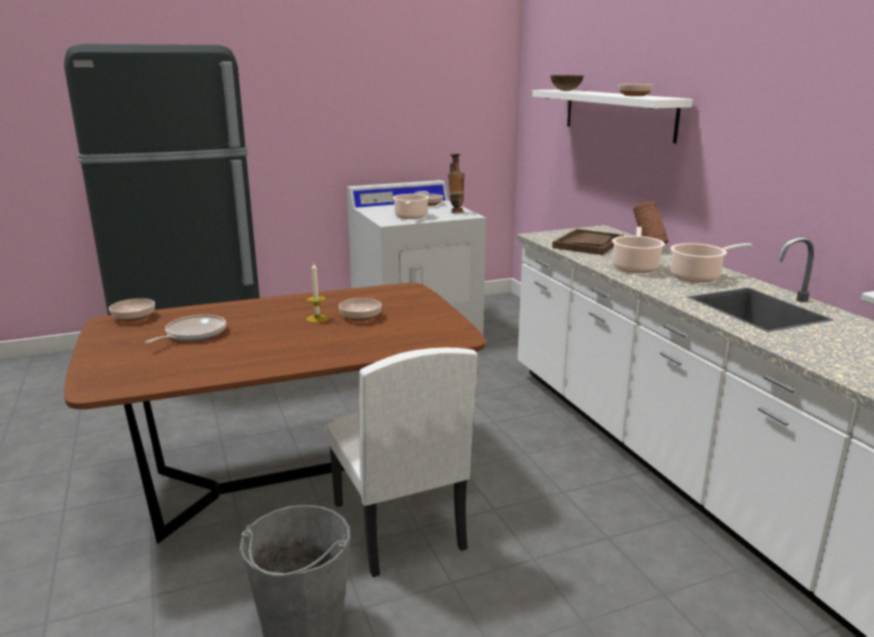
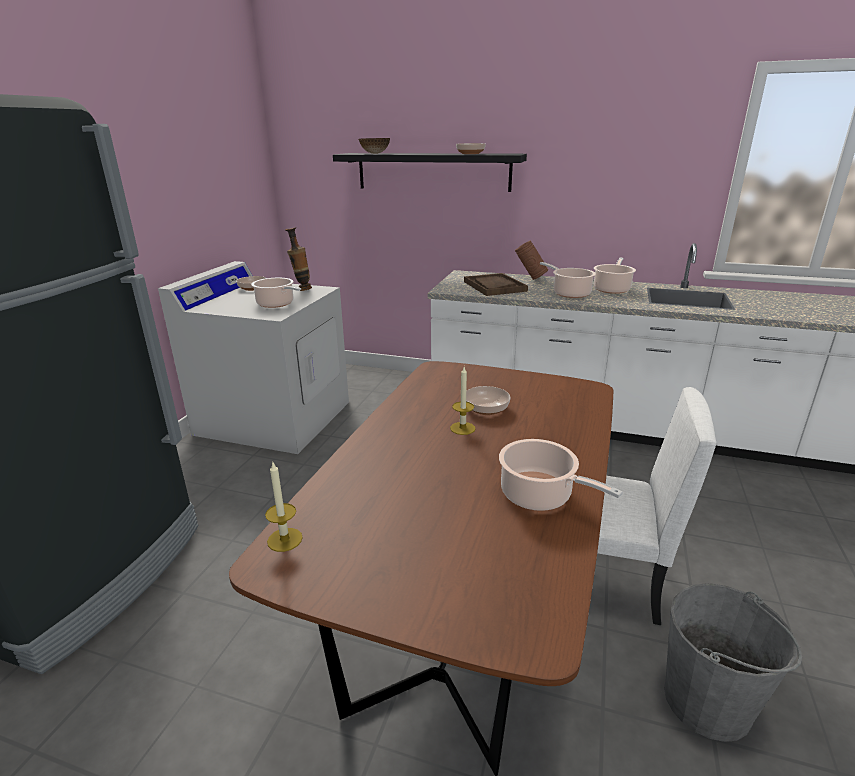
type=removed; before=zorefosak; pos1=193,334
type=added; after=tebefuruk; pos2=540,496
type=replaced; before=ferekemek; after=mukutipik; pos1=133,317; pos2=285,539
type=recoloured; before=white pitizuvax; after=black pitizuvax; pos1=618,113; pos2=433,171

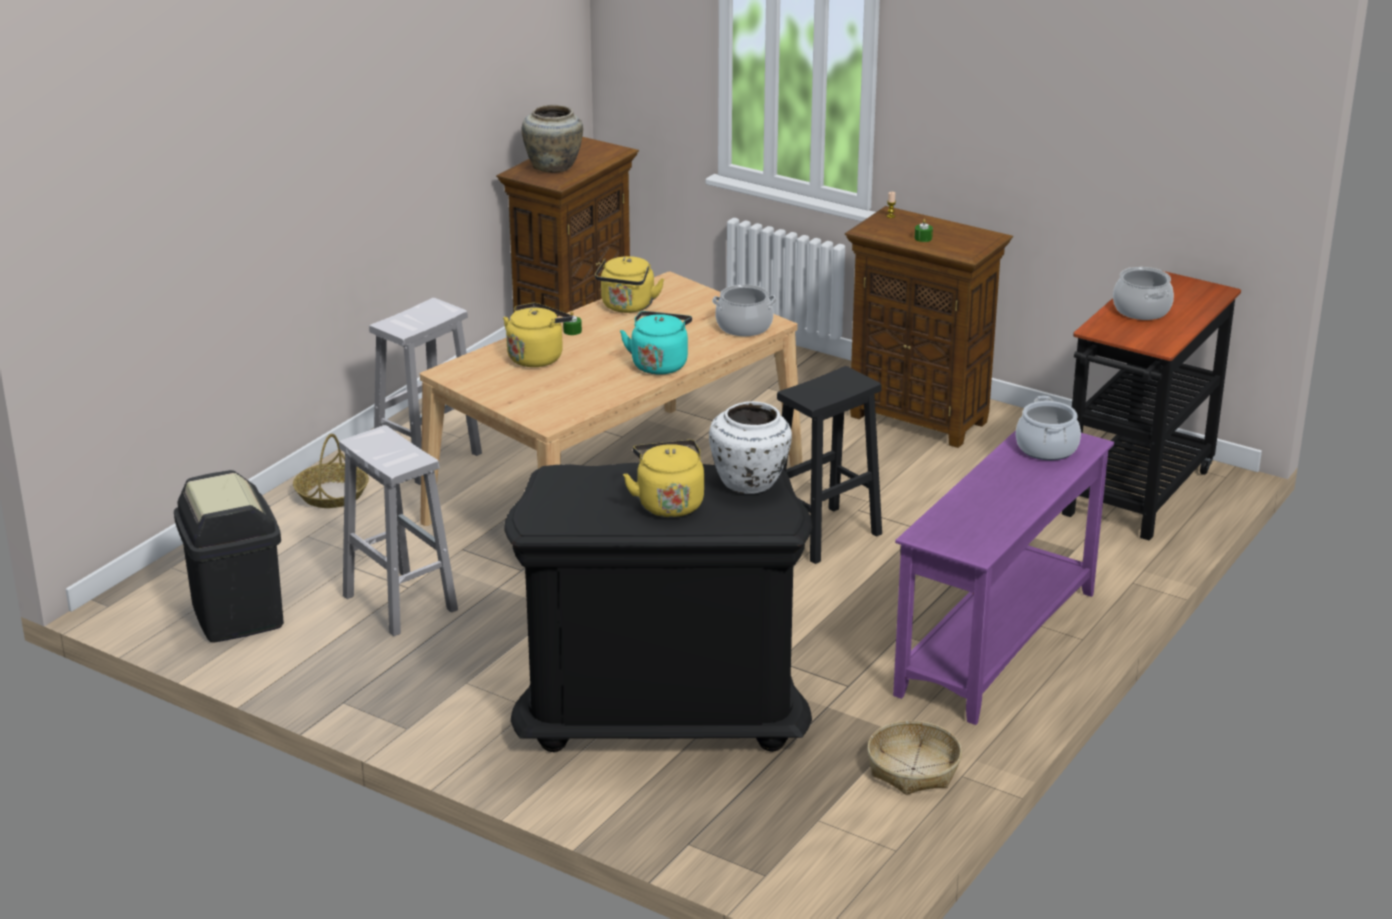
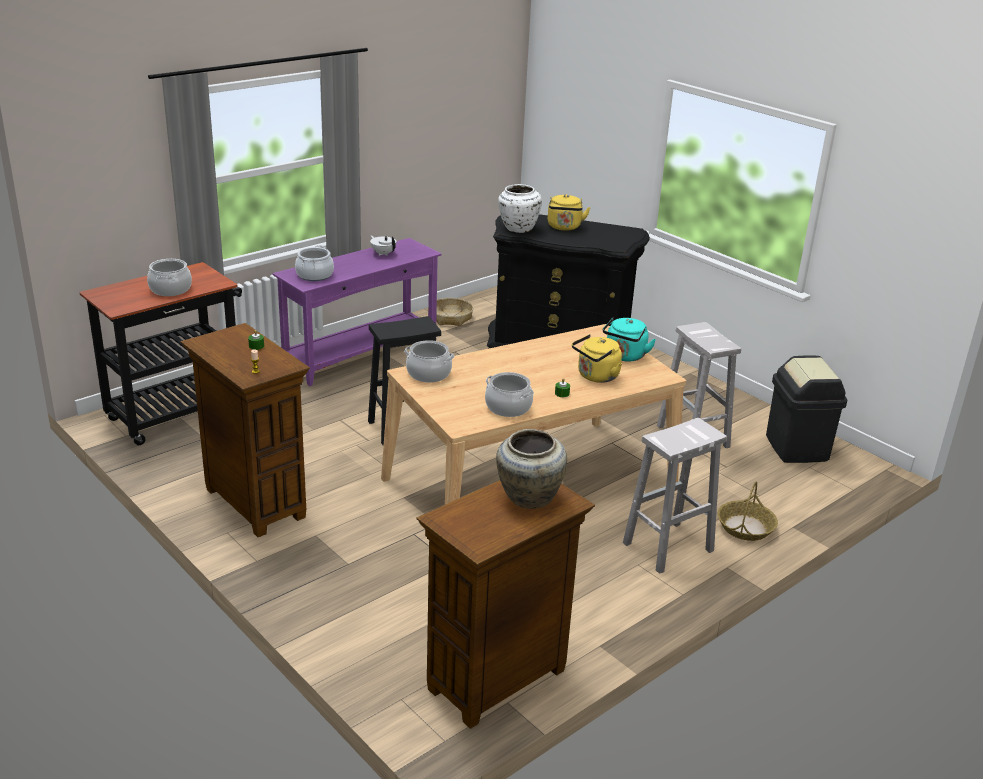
type=added; after=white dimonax; pos2=383,253
type=moved; before=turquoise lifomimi; pos1=659,364; pos2=625,356
type=replaced; before=yellow lifomimi; after=tebefuruk; pos1=627,307; pos2=508,407

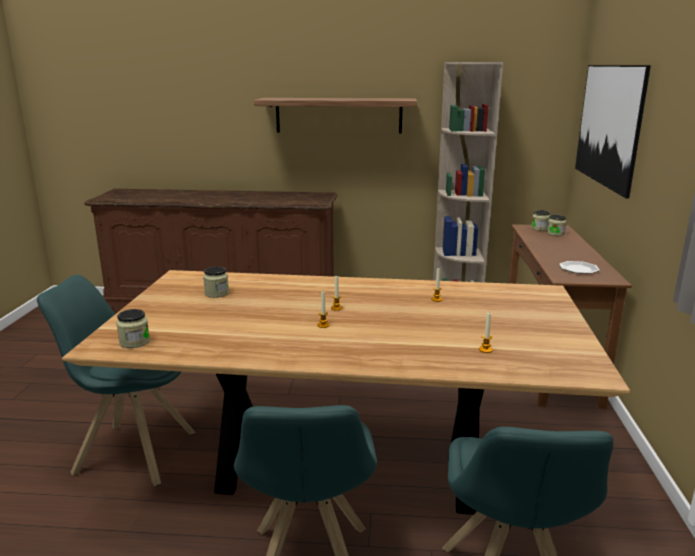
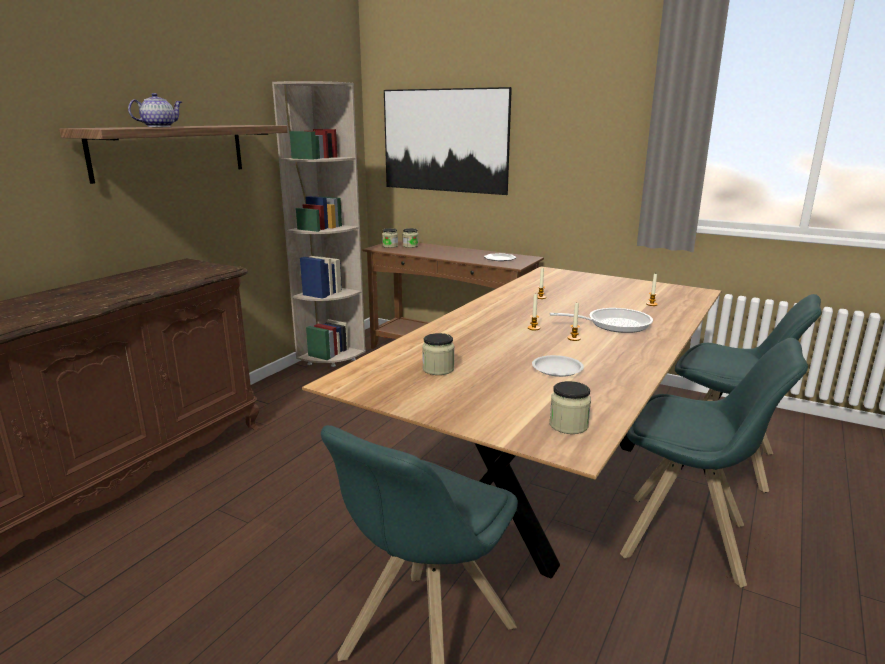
type=added; after=dimonax; pos2=158,126
type=added; after=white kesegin; pos2=557,369
type=added; after=zorefosak; pos2=613,324

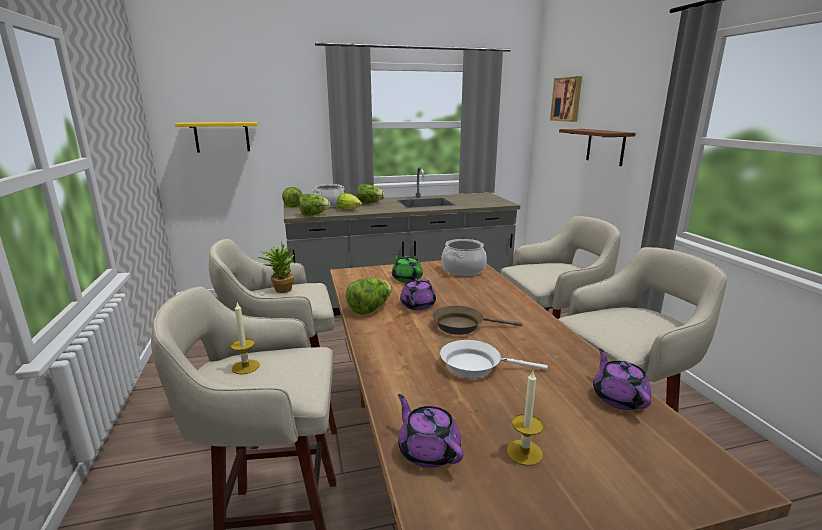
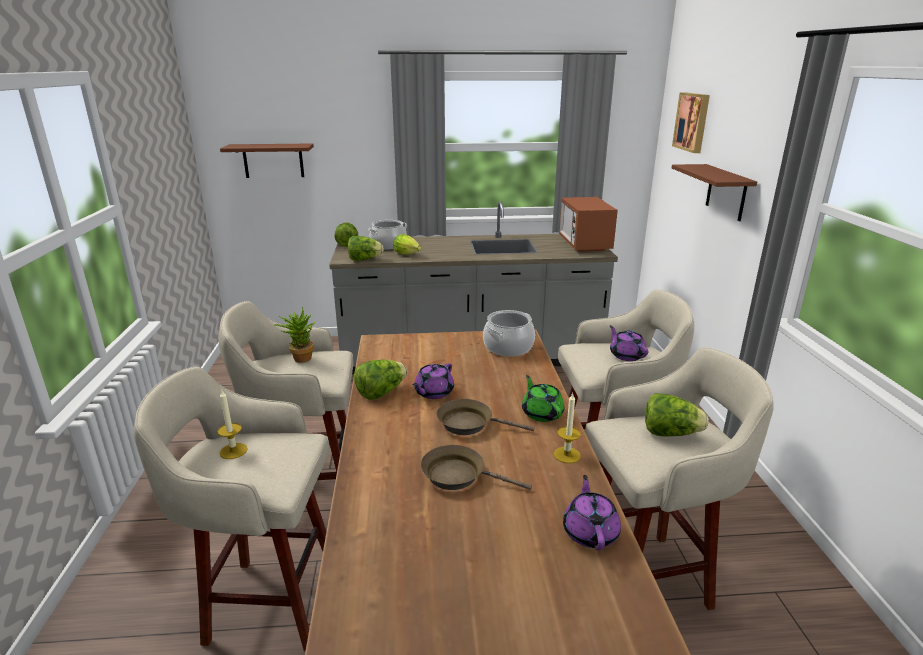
type=added; after=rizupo; pos2=584,244
type=moved; before=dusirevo; pos1=370,203; pos2=670,433
type=moved; before=green dimonax; pos1=406,278; pos2=542,413
type=moved; before=purple dimonax; pos1=428,450; pos2=626,355
type=moved; before=mukutipik; pos1=524,452; pos2=567,455
type=recoloured; before=yellow pitizuvax; after=brown pitizuvax; pos1=222,137; pos2=273,160
type=recoloured; before=white zorefosak; after=brown zorefosak; pos1=475,365; pos2=458,475

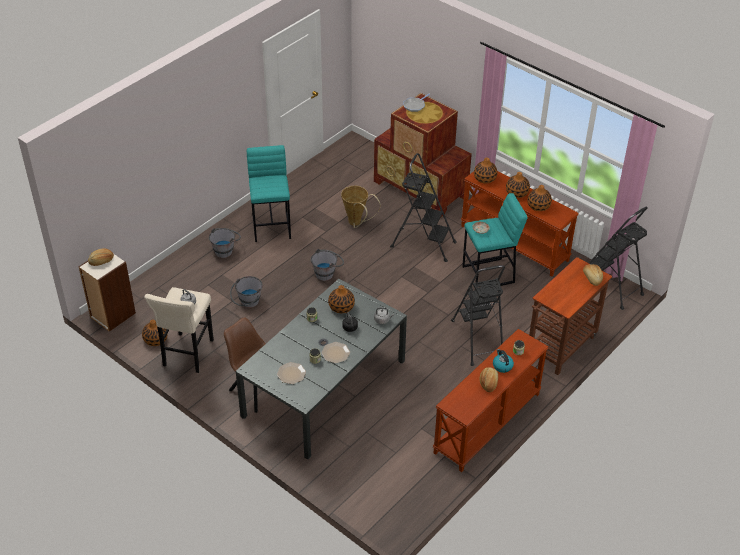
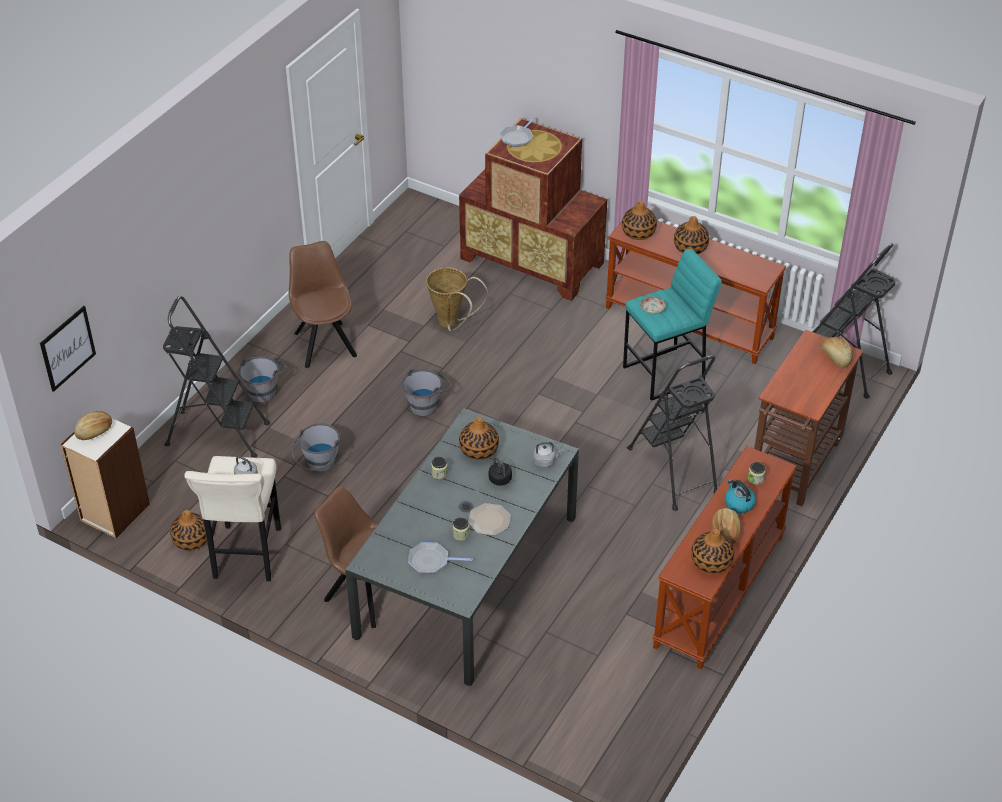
type=added; after=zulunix; pos2=67,348
type=moved; before=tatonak; pos1=422,244; pos2=216,433
type=moved; before=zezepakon; pos1=538,206; pos2=711,562
type=replaced; before=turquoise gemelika; after=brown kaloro; pos1=271,226; pos2=324,344
type=replaced; before=kesegin; after=zorefosak; pos1=291,374; pos2=431,561

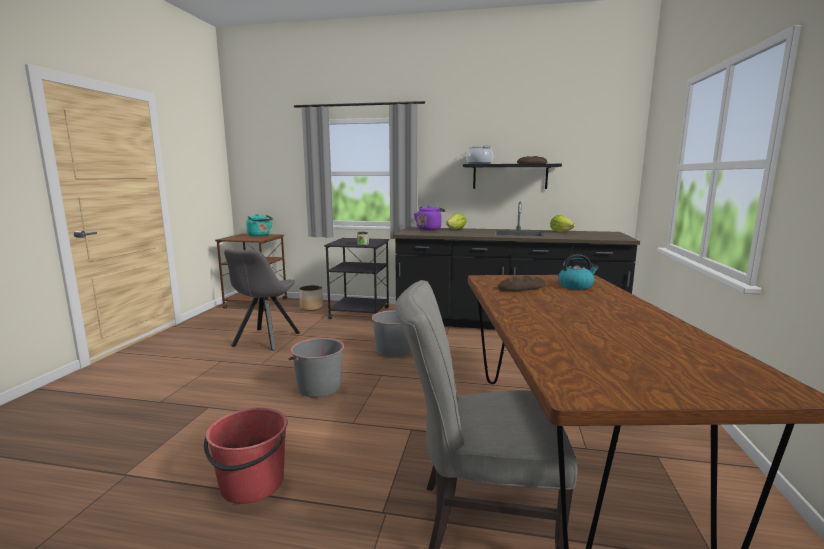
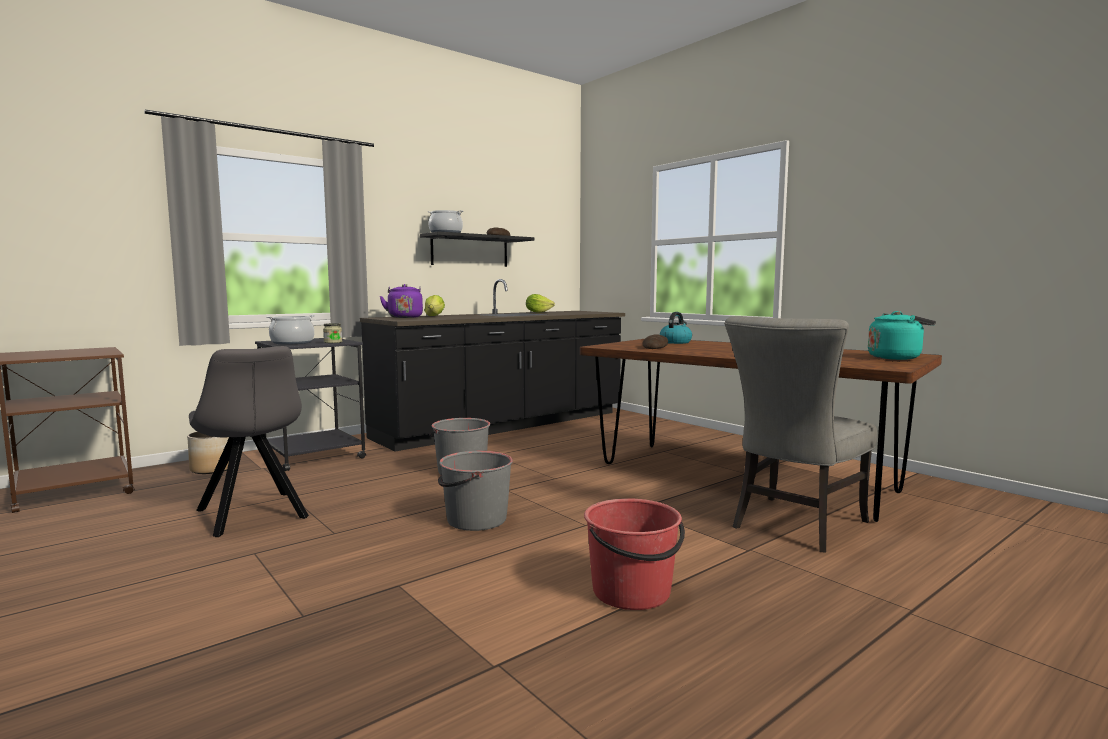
type=added; after=tebefuruk; pos2=292,343
type=moved; before=turquoise lifomimi; pos1=260,235; pos2=896,358

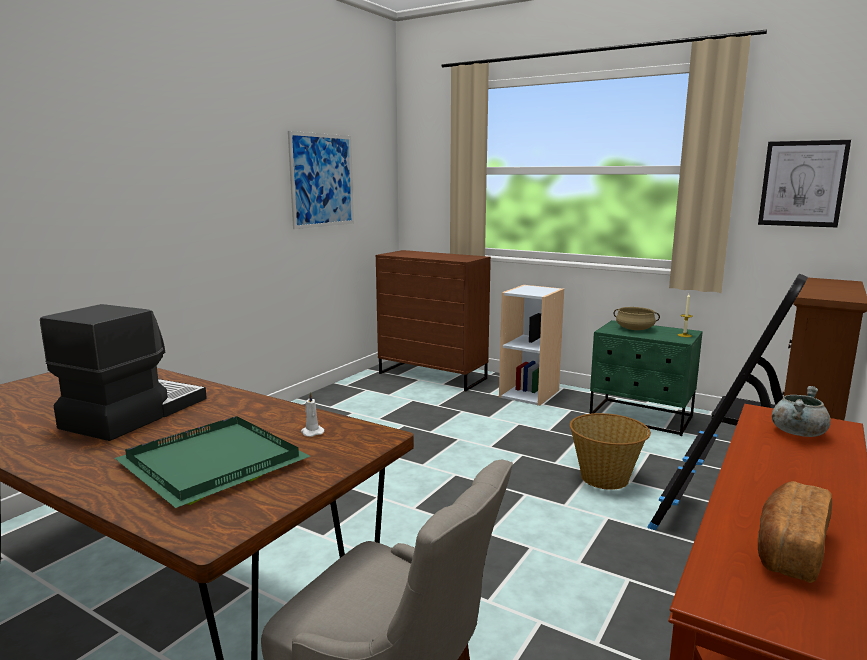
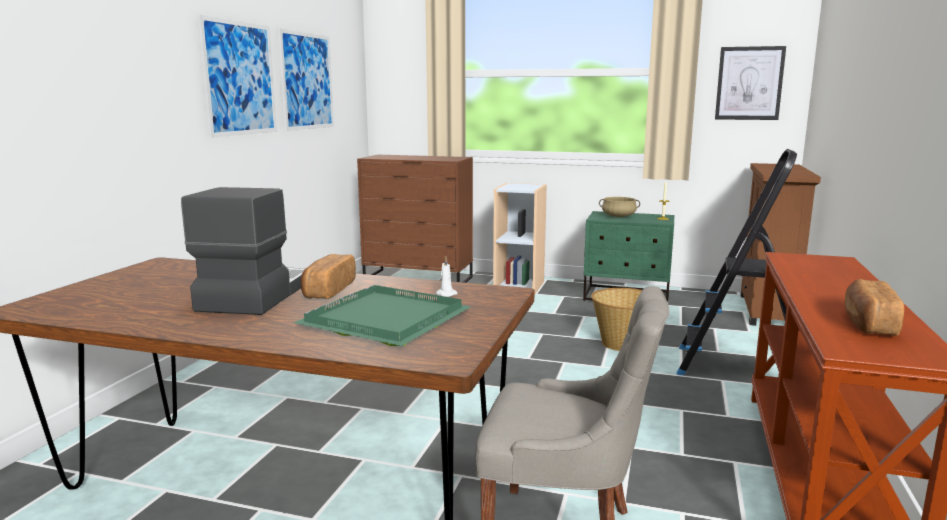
type=removed; before=grey tebefuruk; pos1=797,432
type=added; after=zulunix; pos2=240,78
type=added; after=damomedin; pos2=328,290

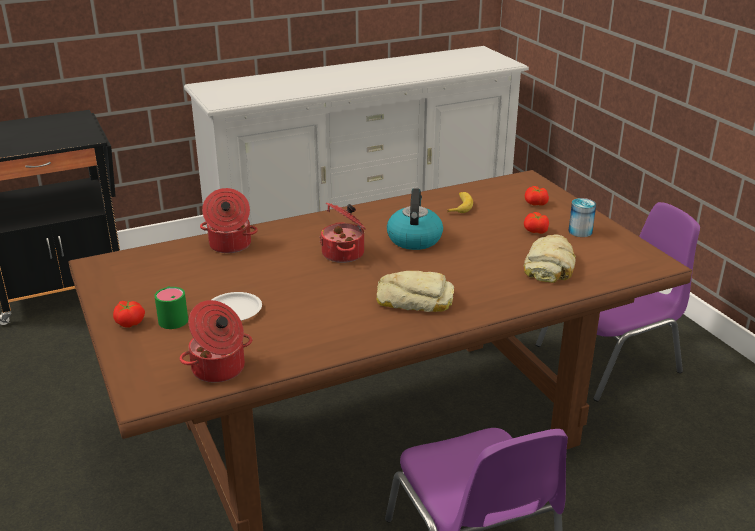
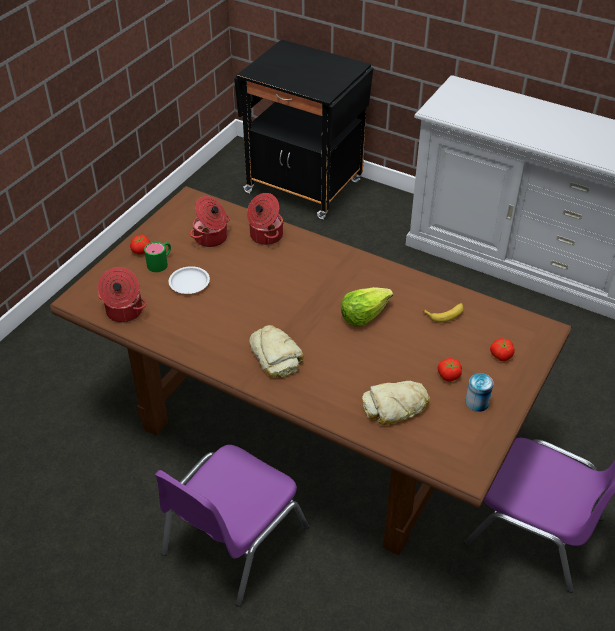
type=moved; before=tebefuruk; pos1=344,253; pos2=211,238
type=replaced; before=lifomimi; after=dusirevo; pos1=414,239; pos2=363,315

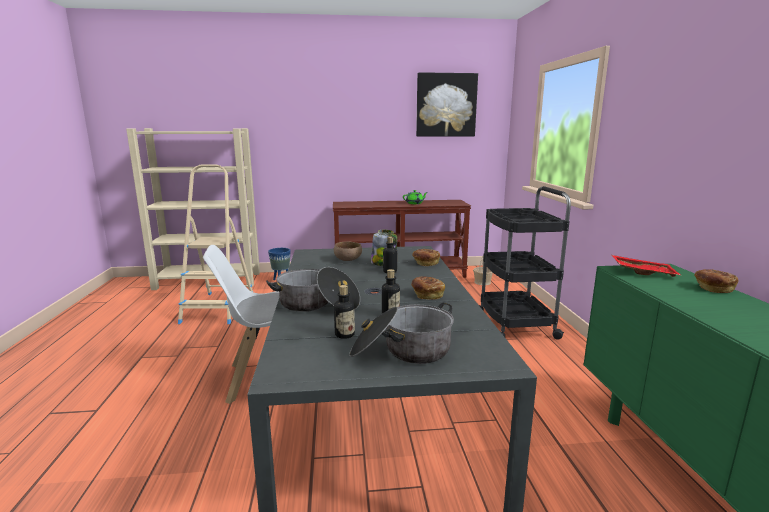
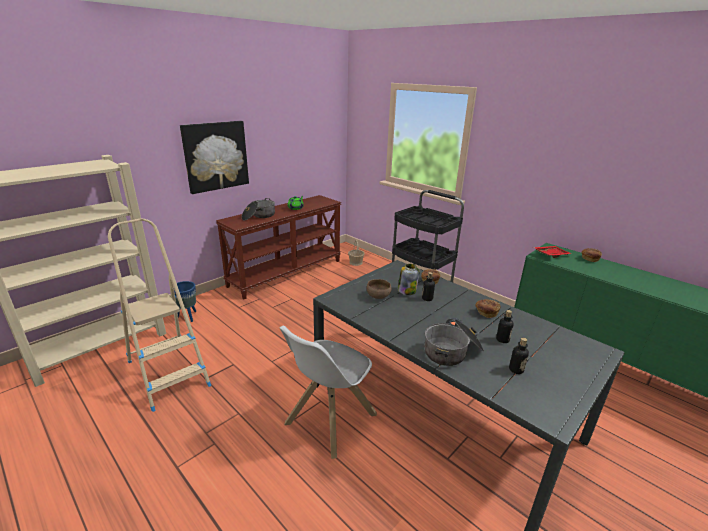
type=moved; before=tebefuruk; pos1=402,351; pos2=259,216
type=moved; before=zulunix; pos1=446,105; pos2=216,156

